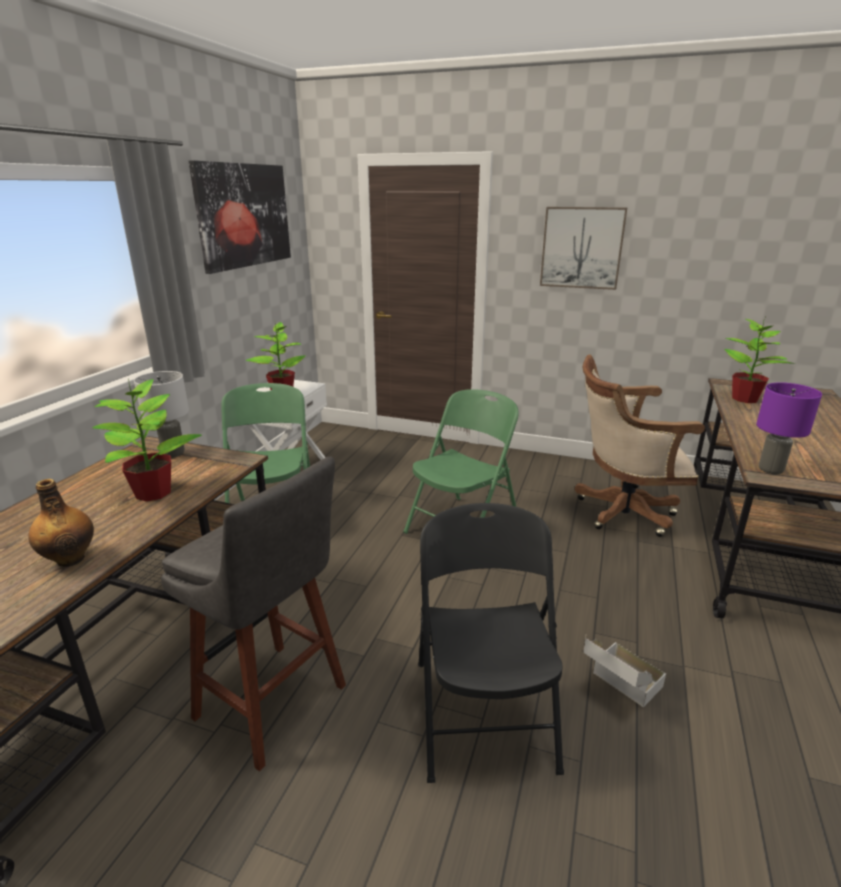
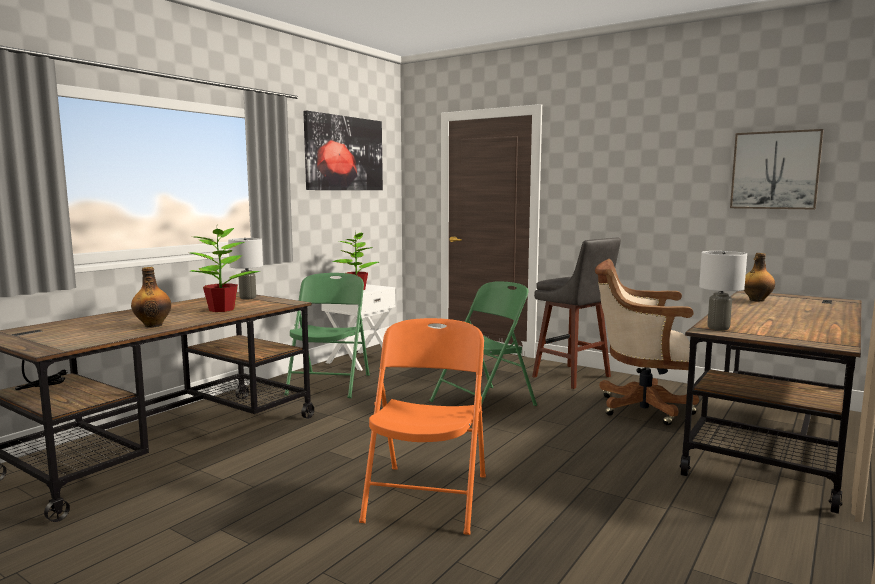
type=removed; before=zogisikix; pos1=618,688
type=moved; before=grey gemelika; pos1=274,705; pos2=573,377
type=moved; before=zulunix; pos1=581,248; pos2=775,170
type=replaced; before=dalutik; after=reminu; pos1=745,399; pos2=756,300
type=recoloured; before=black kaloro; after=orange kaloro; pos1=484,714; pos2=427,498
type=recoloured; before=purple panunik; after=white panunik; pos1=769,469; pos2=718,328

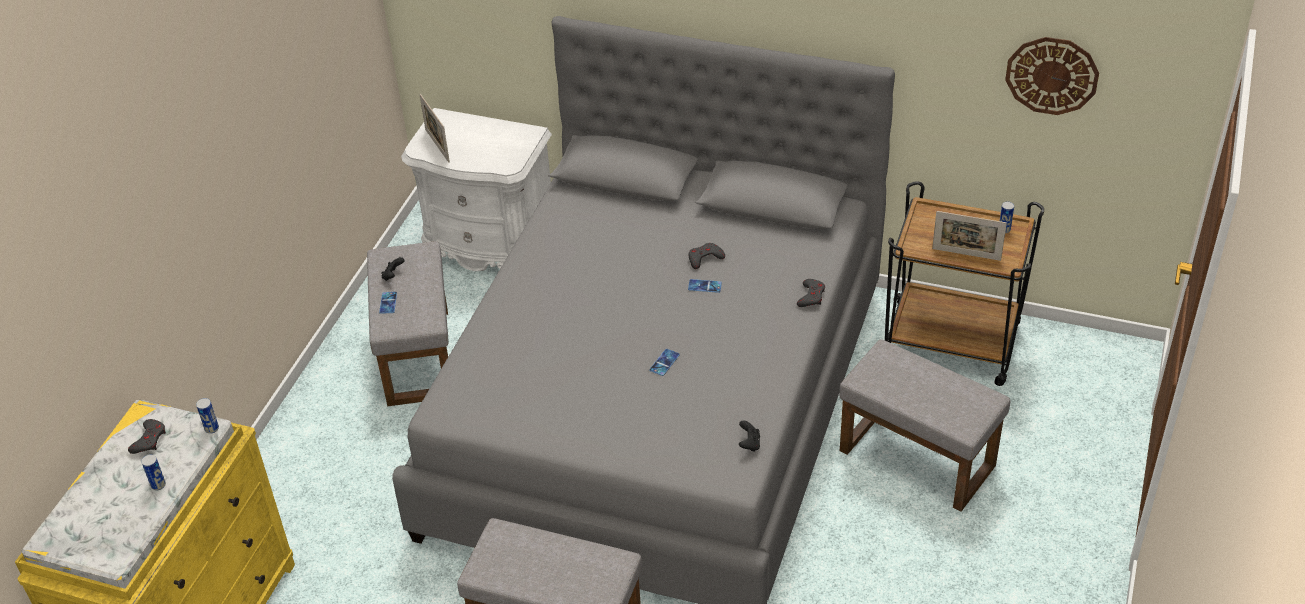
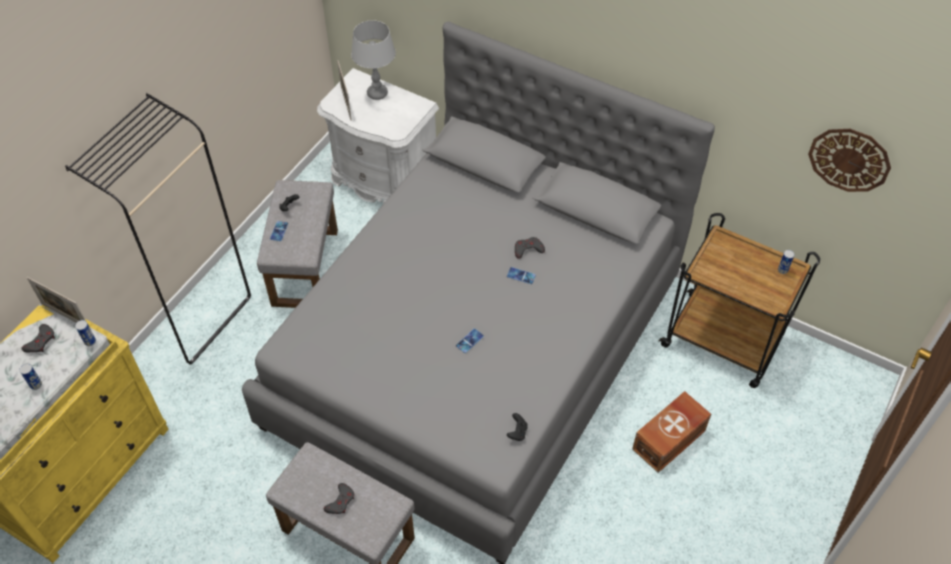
type=added; after=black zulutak; pos2=200,318
type=added; after=grey panunik; pos2=377,93
type=moved; before=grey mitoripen; pos1=811,296; pos2=340,501
type=moved; before=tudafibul; pos1=966,254; pos2=65,316
type=replaced; before=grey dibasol; after=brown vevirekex; pos1=919,458; pos2=670,440

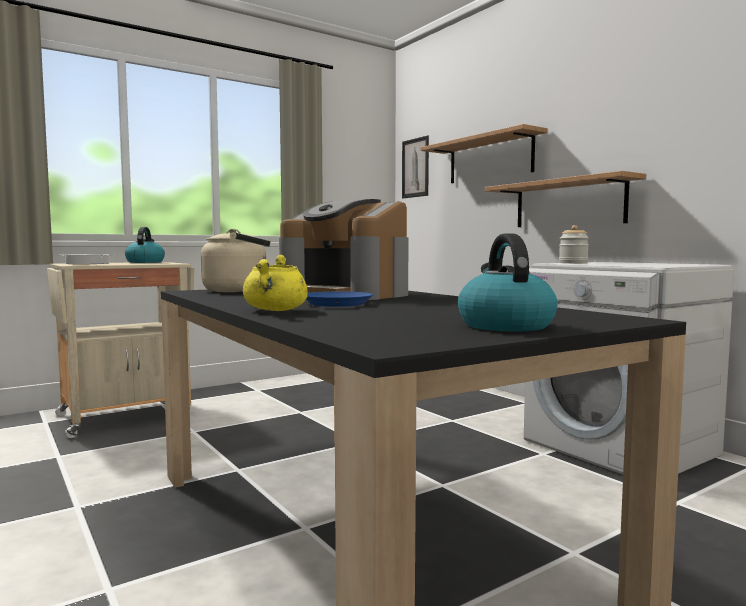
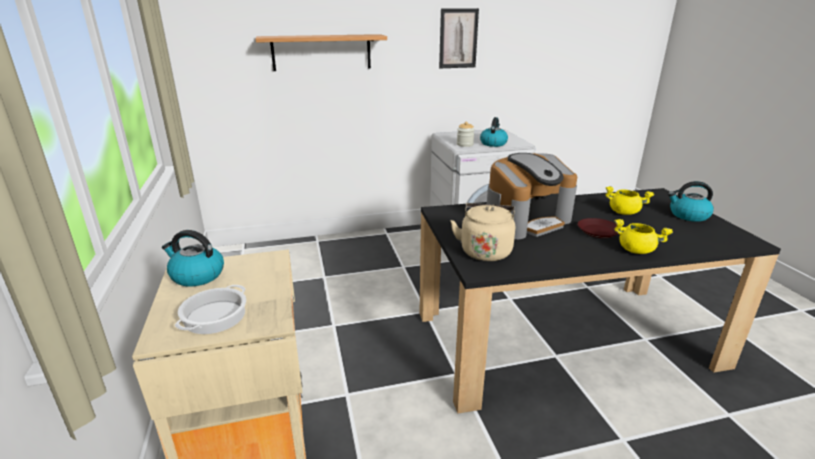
type=removed; before=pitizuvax; pos1=568,203
type=added; after=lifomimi; pos2=493,143
type=added; after=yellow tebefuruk; pos2=624,212
type=moved; before=zulunix; pos1=415,168; pos2=458,38
type=recoloured; before=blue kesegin; after=brown kesegin; pos1=336,304; pos2=597,231

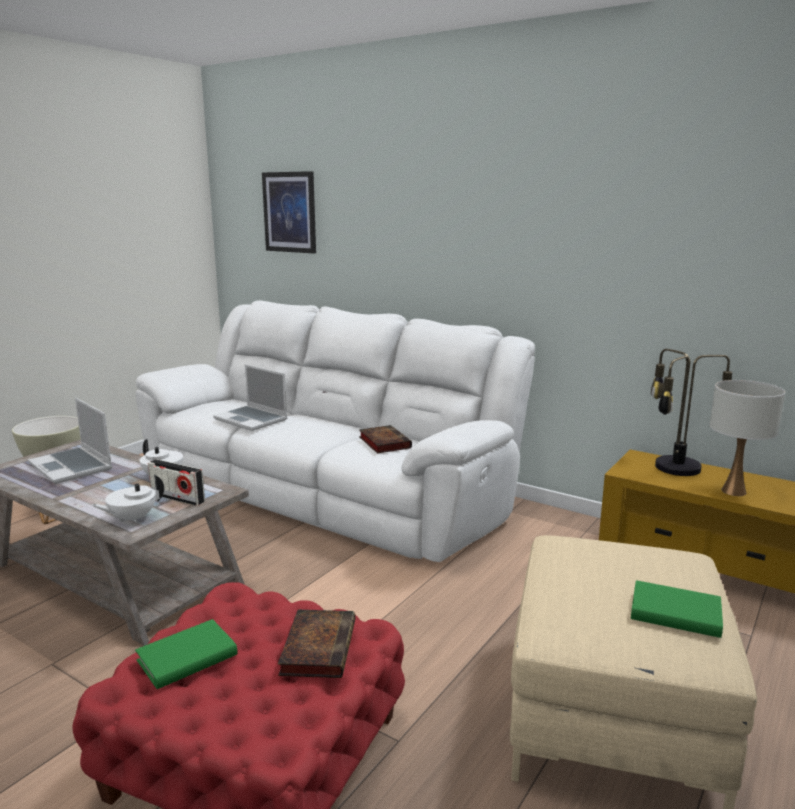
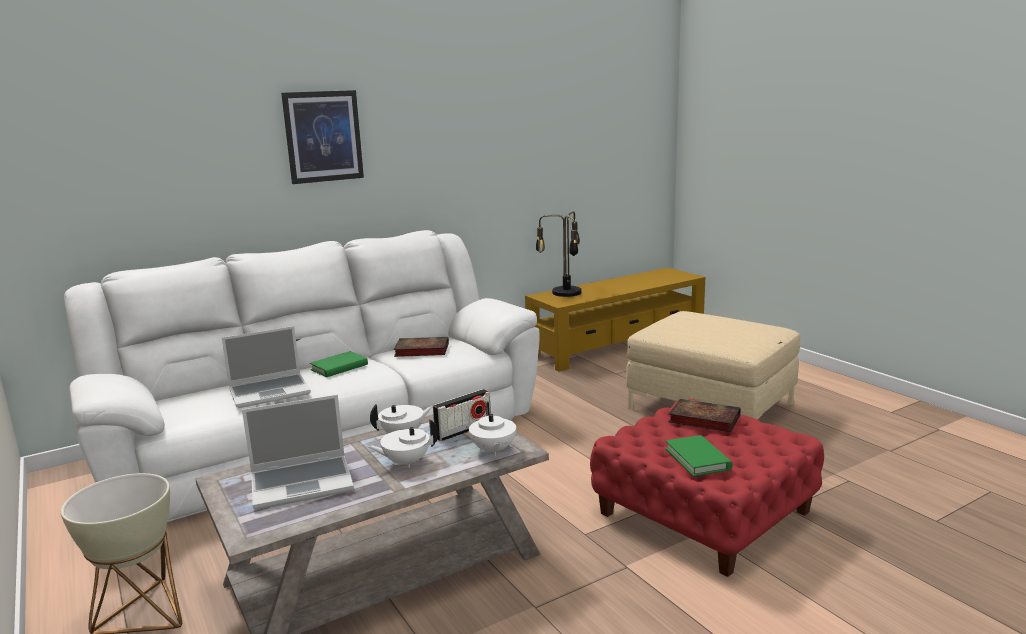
type=removed; before=white panunik; pos1=733,491
type=added; after=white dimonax; pos2=405,462
type=moved; before=zulunix; pos1=289,212; pos2=323,136
type=moved; before=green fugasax; pos1=675,614; pos2=339,367

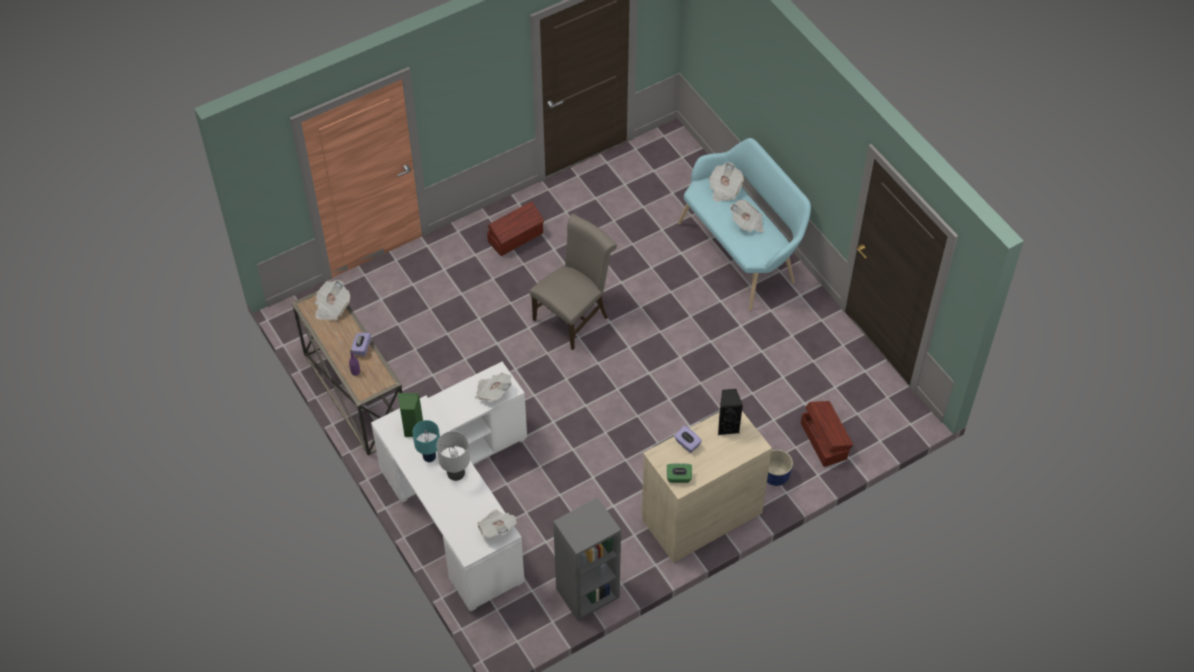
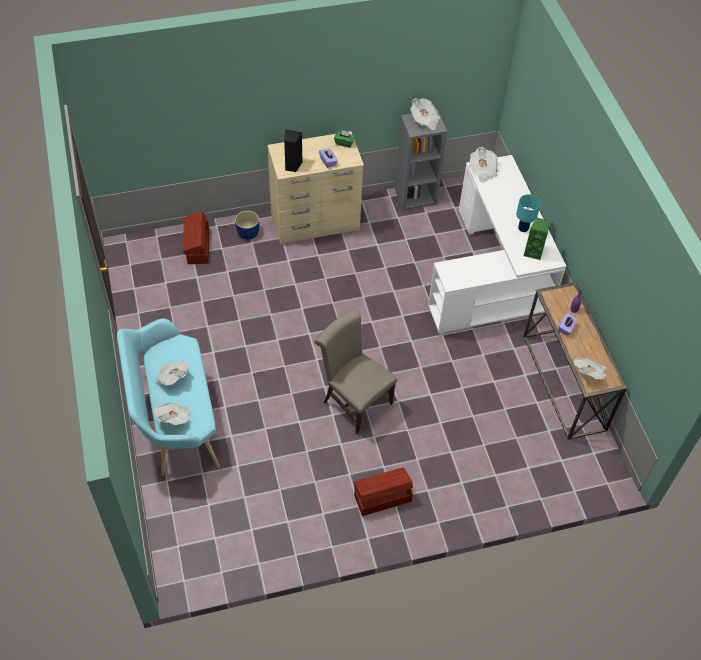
type=removed; before=grey panunik; pos1=456,473
type=moved; before=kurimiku; pos1=493,392; pos2=424,120
type=turned; before=beige kaloro; pos1=574,316; pos2=354,400; turn=75

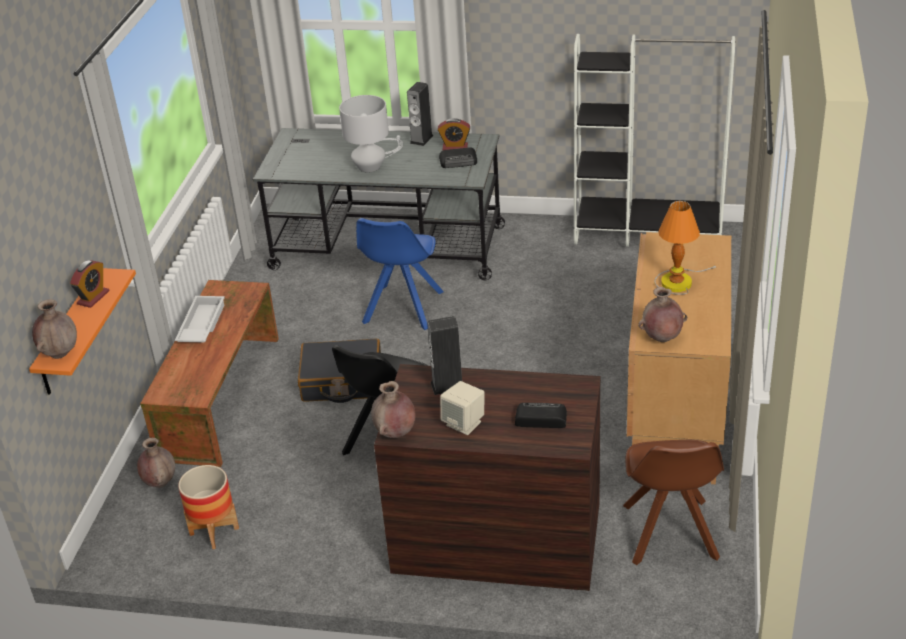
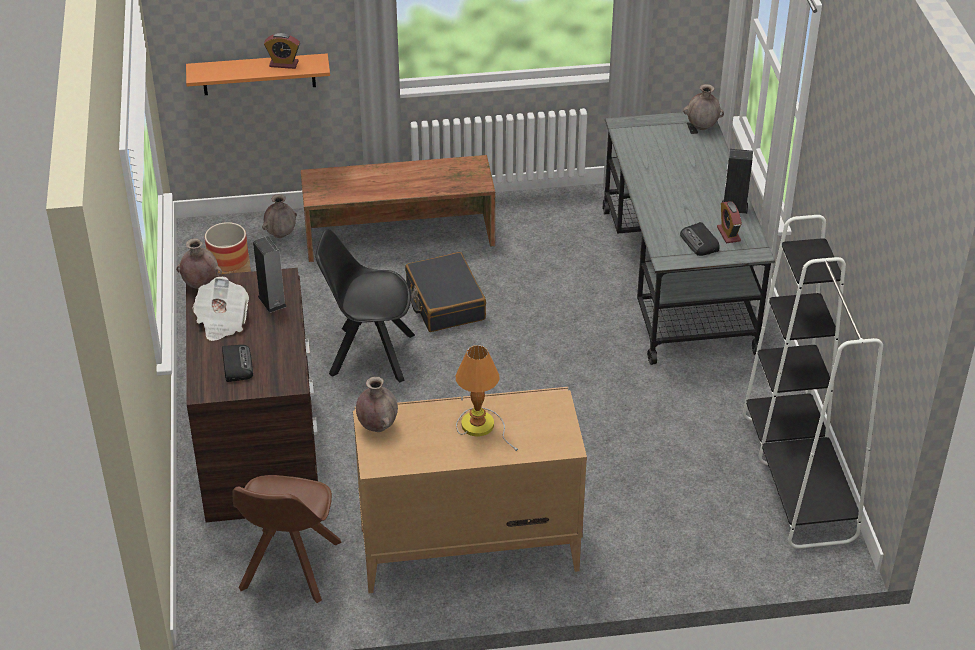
type=removed; before=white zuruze; pos1=201,325
type=removed; before=grey panunik; pos1=376,158
type=removed; before=blue kaloro; pos1=402,308
type=moved; before=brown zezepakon; pos1=60,353; pos2=702,127
type=replaced; before=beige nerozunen; after=kurimiku; pos1=464,423; pos2=222,321
type=turned; before=brown kaloro; pos1=669,534; pos2=289,567; turn=-60

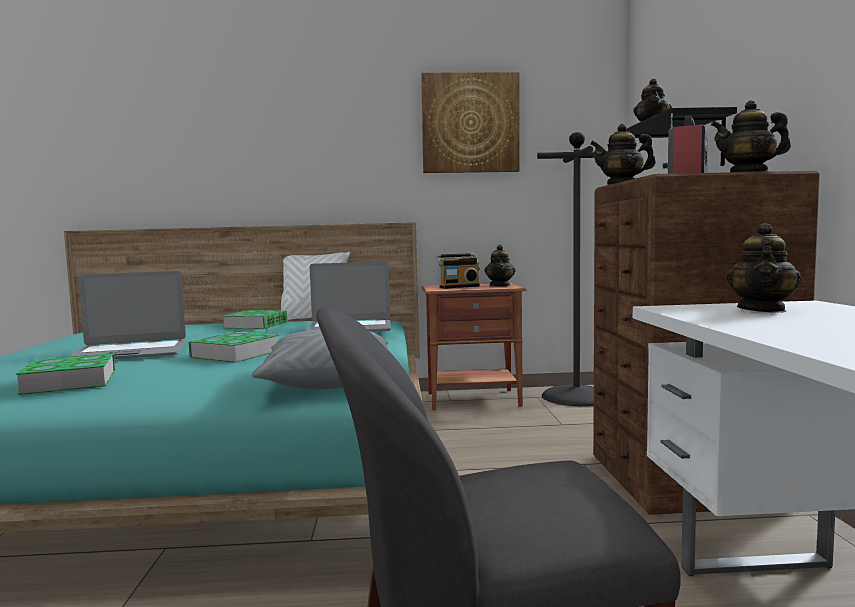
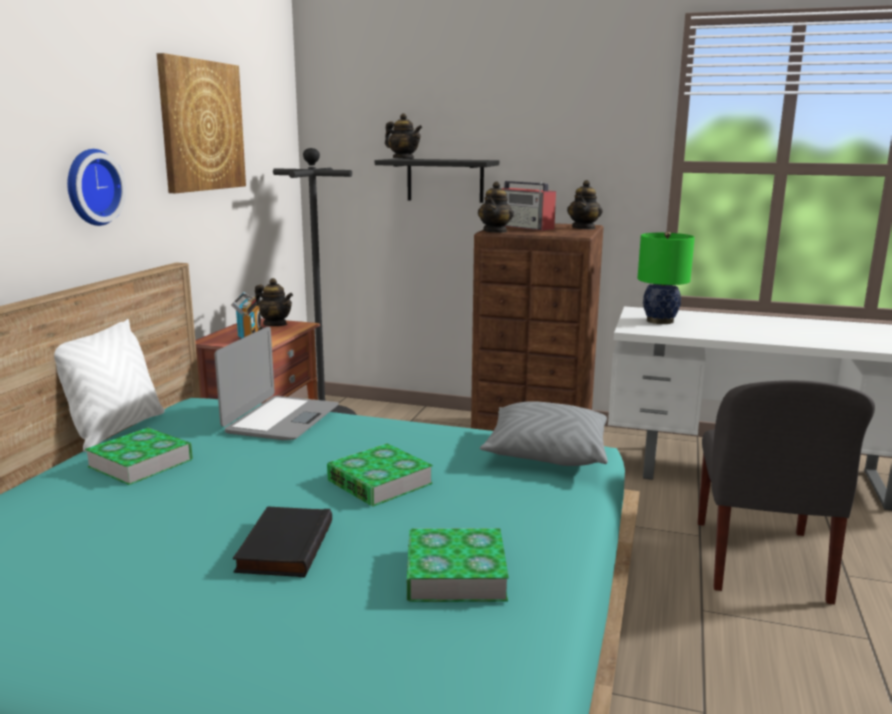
type=added; after=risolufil; pos2=91,187
type=replaced; before=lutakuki; after=black fugasax; pos1=129,353; pos2=283,546
type=replaced; before=dimonax; after=green panunik; pos1=762,310; pos2=660,321

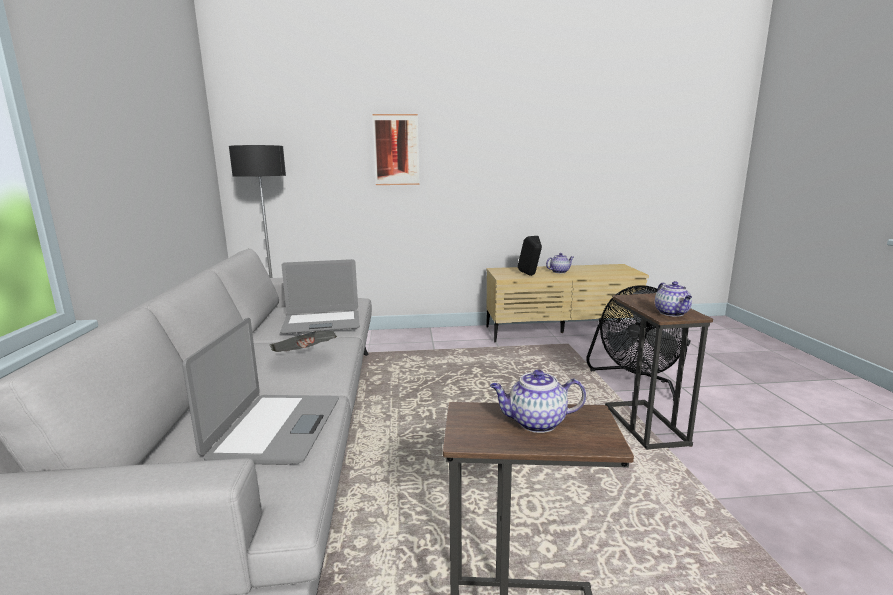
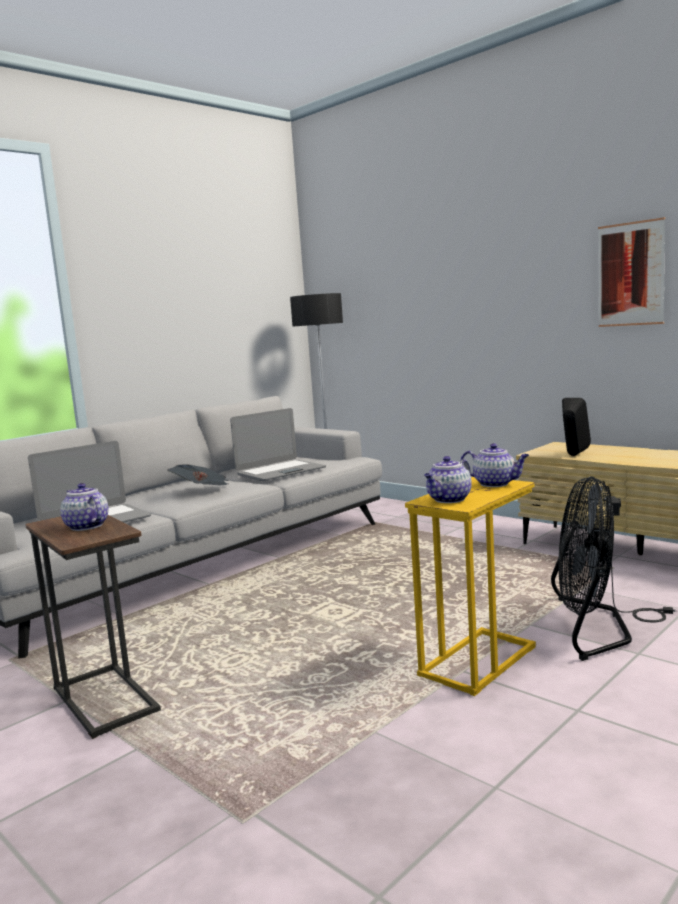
type=moved; before=zulunix; pos1=396,150; pos2=631,274
type=moved; before=dimonax; pos1=559,272; pos2=495,484
type=recoloured; before=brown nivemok; after=yellow nivemok; pos1=646,425; pos2=478,662
type=turned; before=lutakuki; pos1=322,323; pos2=280,472; turn=-75

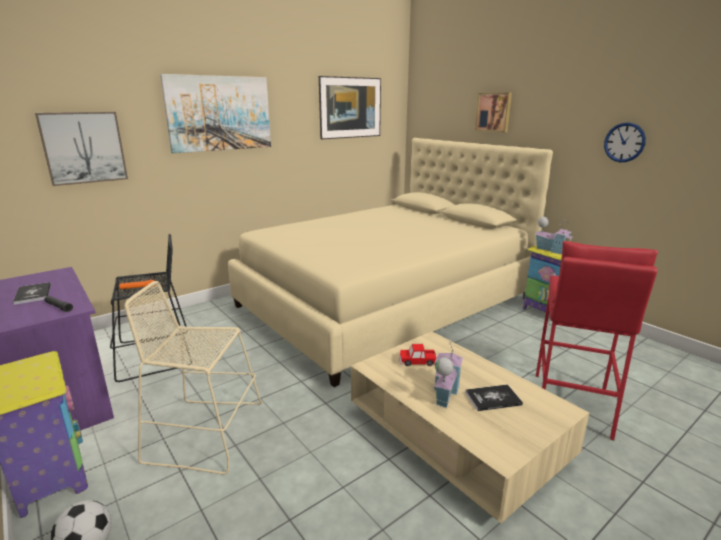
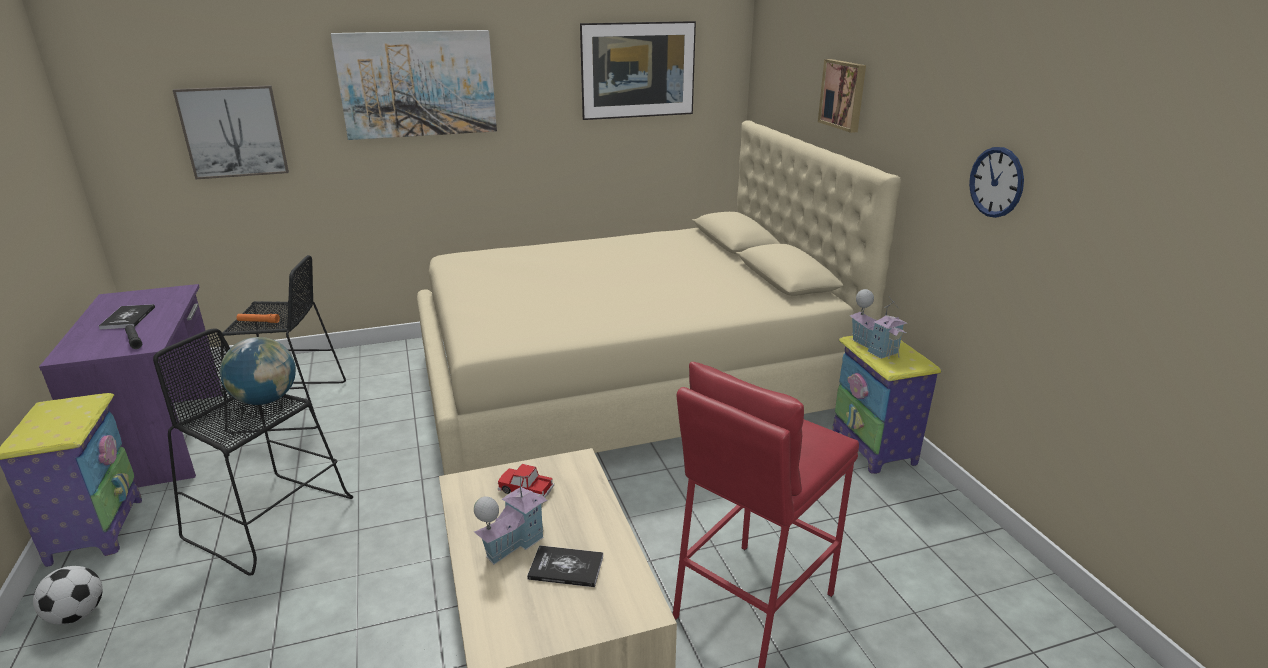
type=added; after=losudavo; pos2=265,400
type=recoloured; before=beige gemelika; after=black gemelika; pos1=207,432; pos2=270,520

